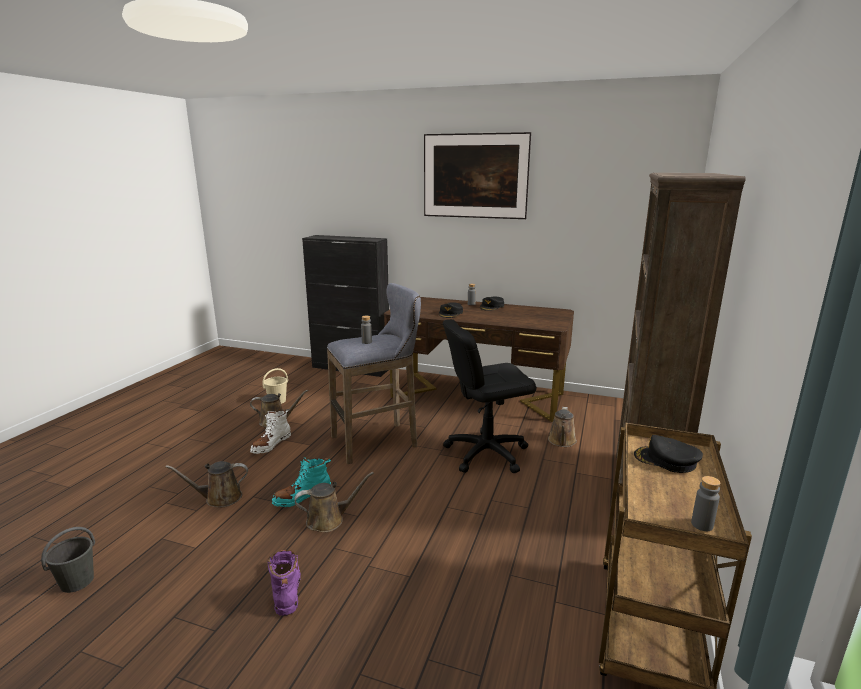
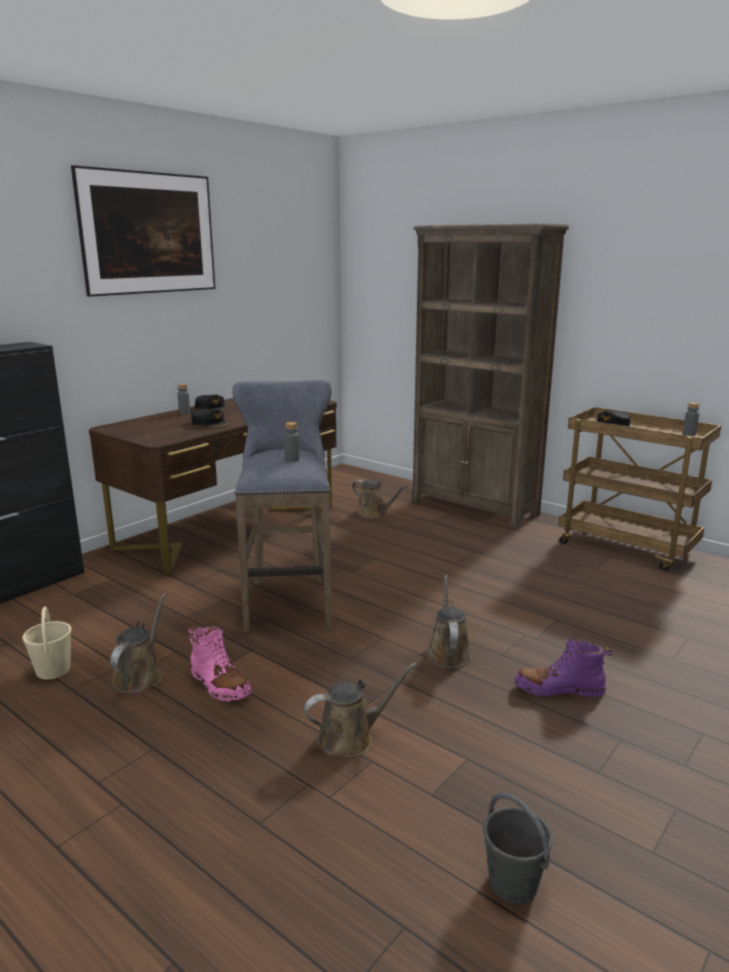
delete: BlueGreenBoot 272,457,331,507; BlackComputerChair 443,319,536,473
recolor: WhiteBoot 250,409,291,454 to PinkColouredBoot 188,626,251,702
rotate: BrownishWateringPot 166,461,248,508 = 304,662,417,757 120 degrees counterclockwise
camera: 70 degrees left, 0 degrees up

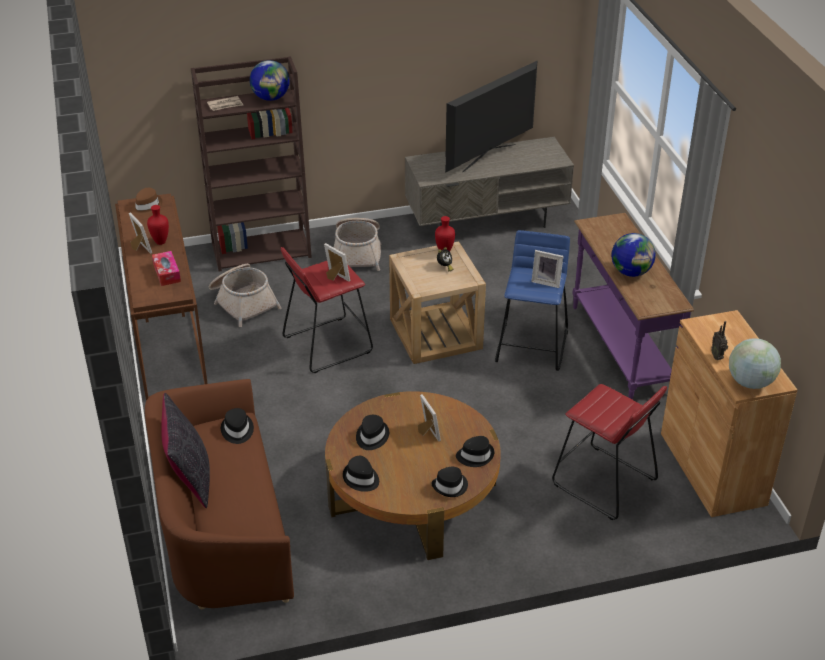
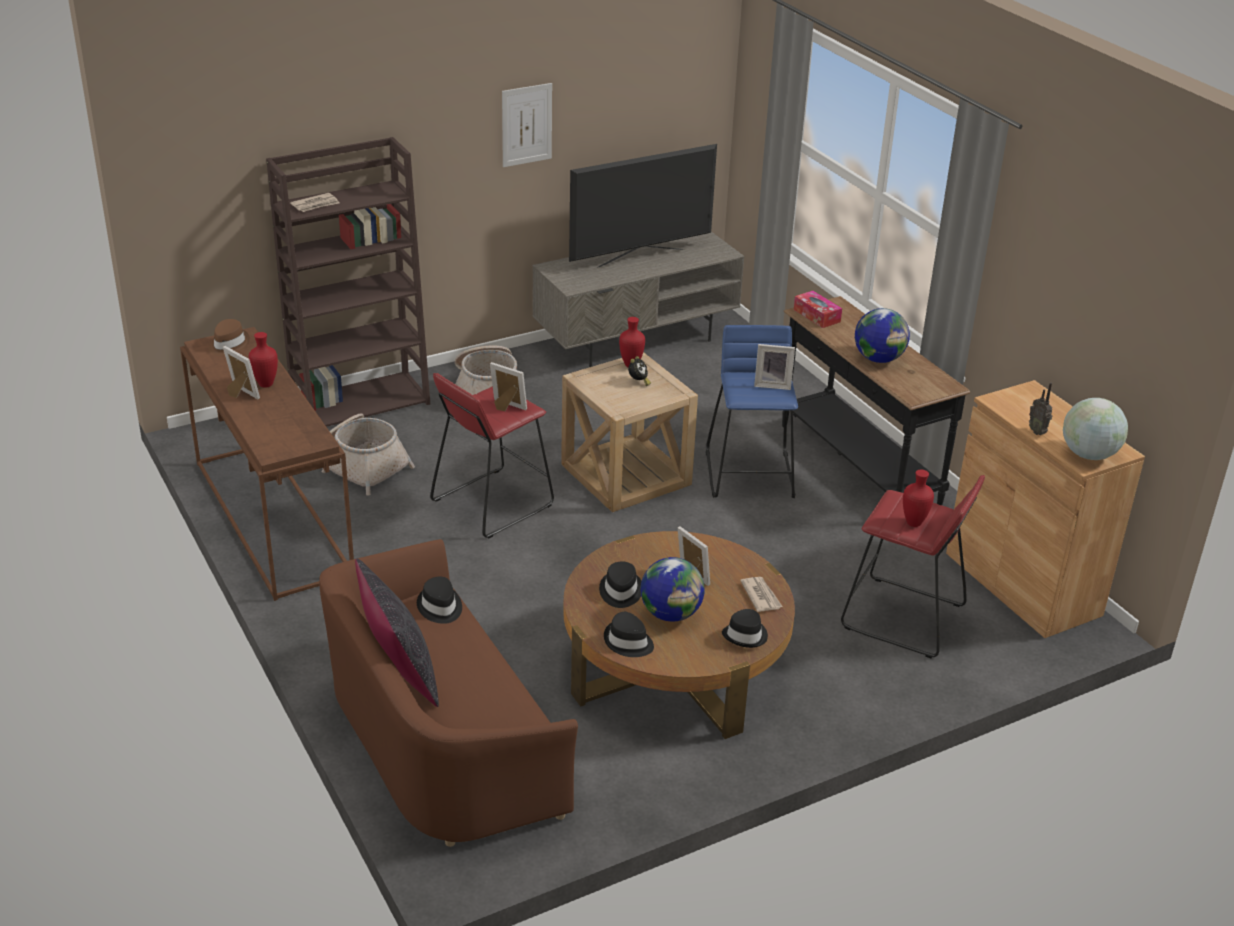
insert: WallArt 502,83,552,167; RedColouredFlowerVase 903,469,934,527
move: BoxOfTissues 152,251,181,286 to 794,291,842,328; WorldGlobe 250,60,290,101 to 641,557,705,621
replace: BlackHat 456,436,494,467 to Newspaper 740,577,783,612
recolor: PurplishNarrowTable 573,213,694,400 to BlackNarrowTable 782,296,970,505
rotate: Tv 445,60,538,173 = 569,144,717,268 150 degrees counterclockwise
camera: 15 degrees left, 5 degrees down

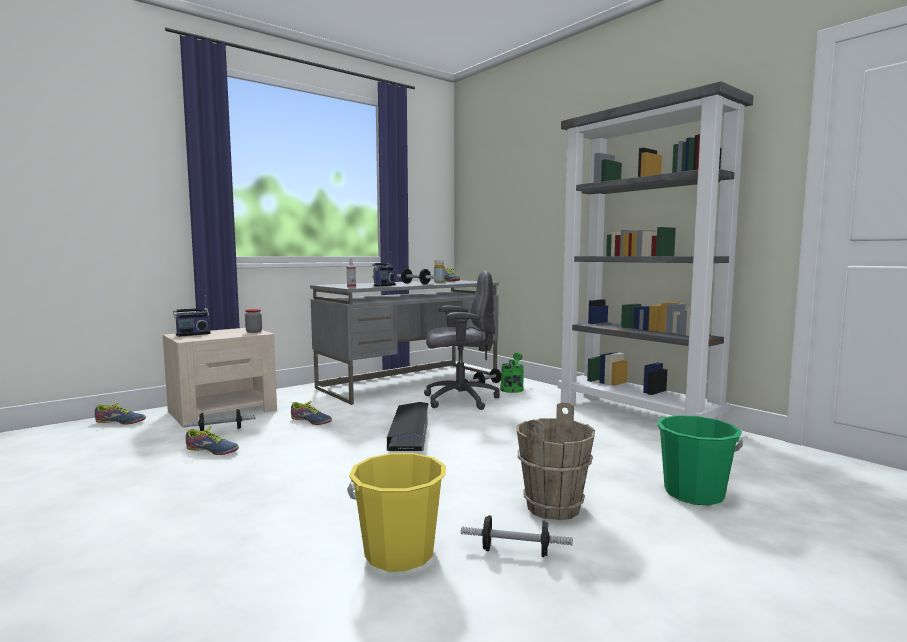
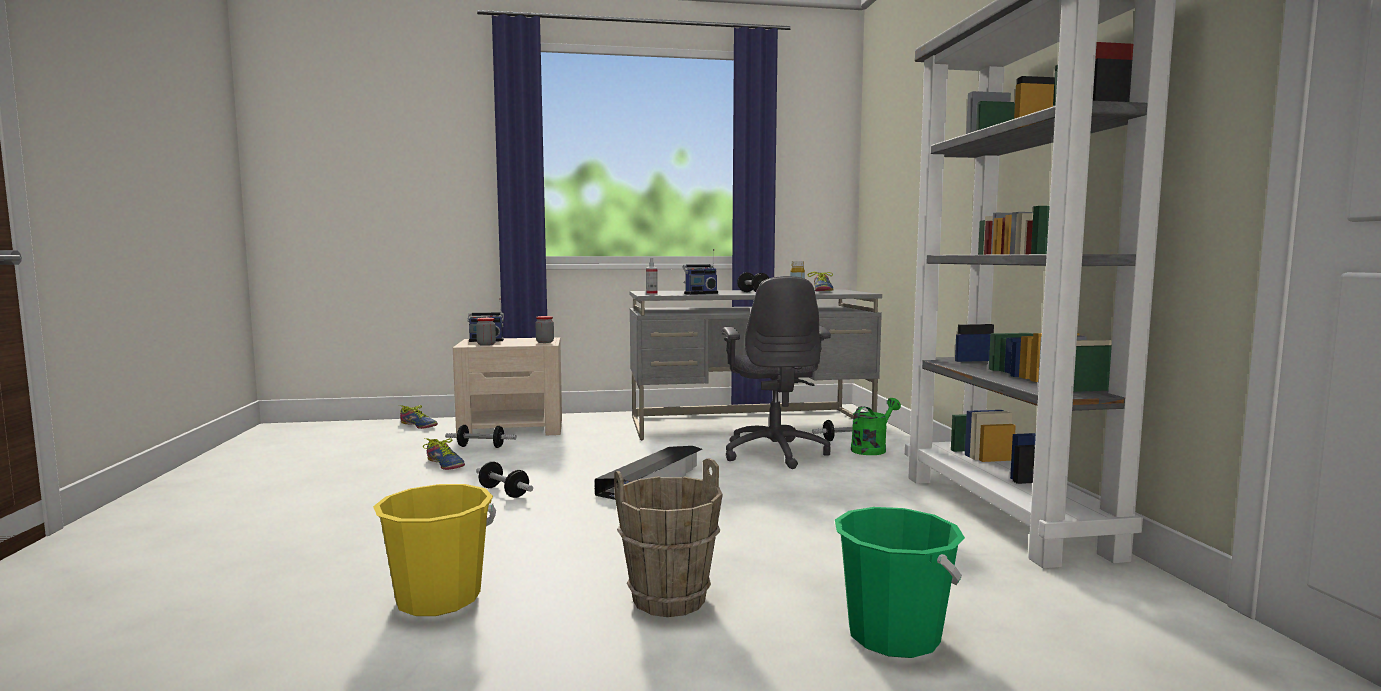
delete: ItemOfFootwear 291,401,332,425
insert: StorageJar 476,318,496,346
move: Dumbbell 461,515,573,557 to 476,461,533,498
rotate: GreyishComputerChair 424,270,500,410 = 722,276,831,469 60 degrees clockwise
camera: 30 degrees right, 0 degrees up

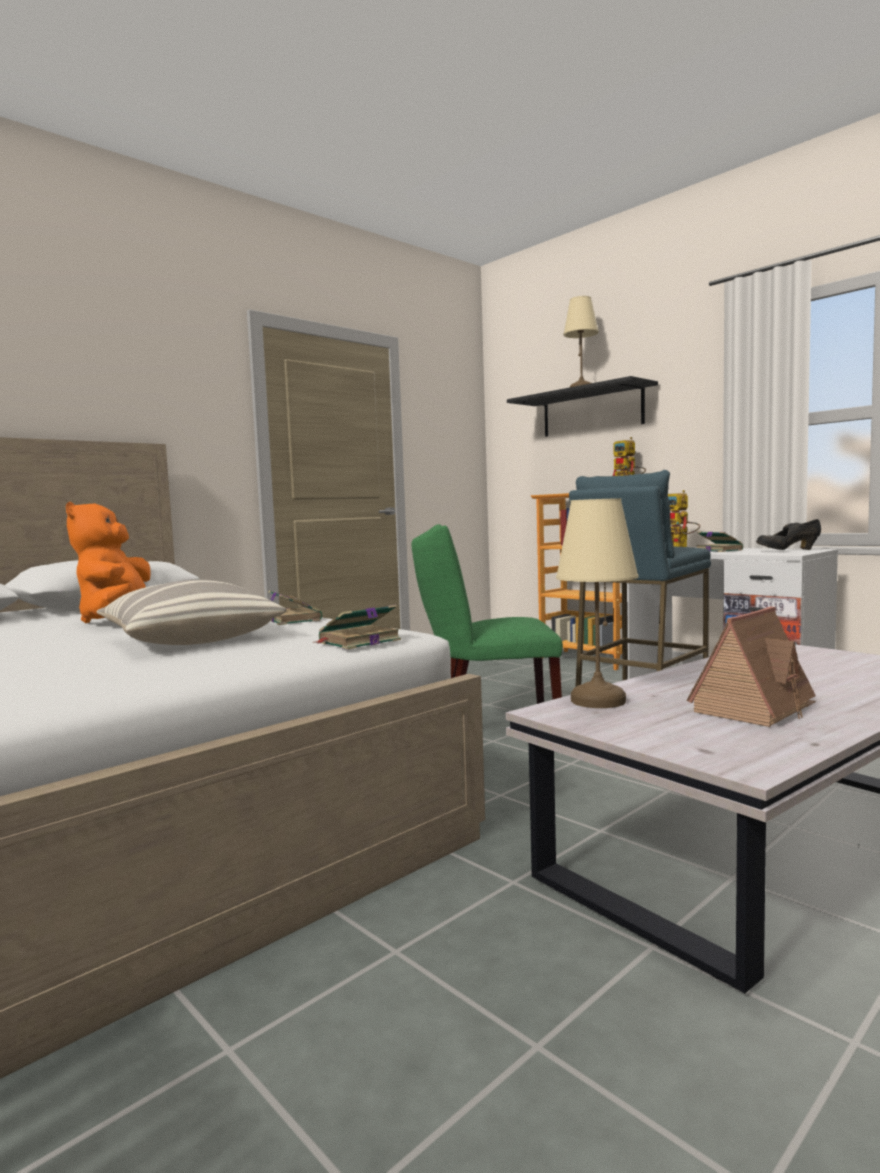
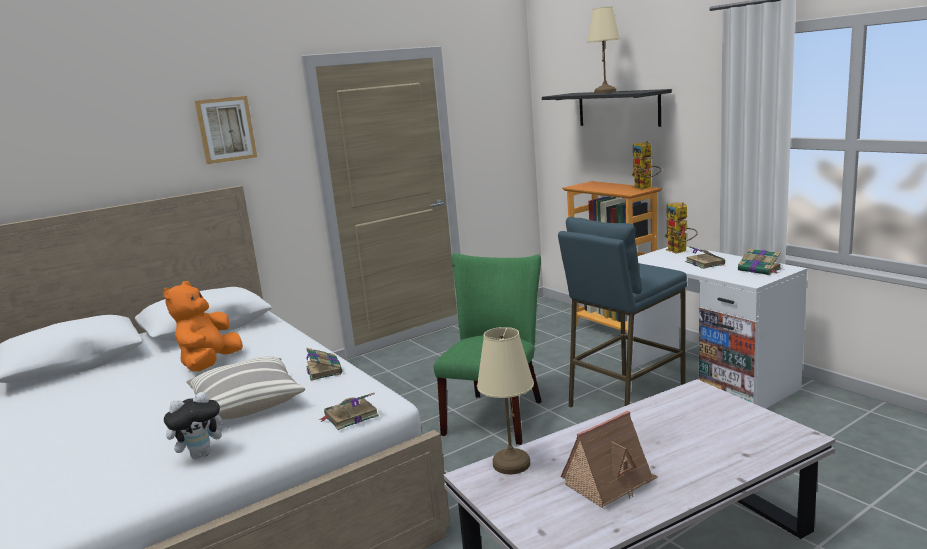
insert: CuddlyToy 164,392,230,459; WallArt 195,96,257,164
replace: BlackItemOfFootwear 756,519,821,550 to Volume 738,248,781,275
rotate: GreenColouredChair 412,524,563,704 = 434,253,542,445 105 degrees clockwise
camera: 10 degrees right, 10 degrees up

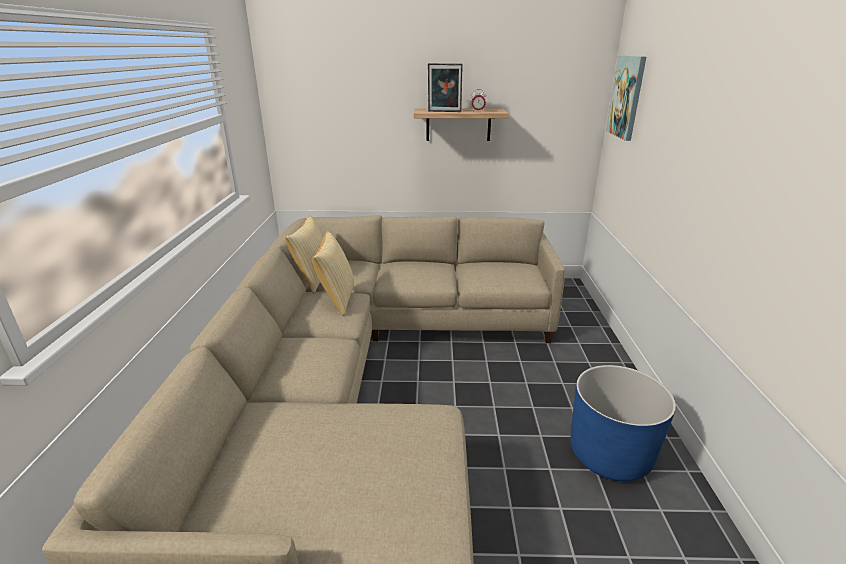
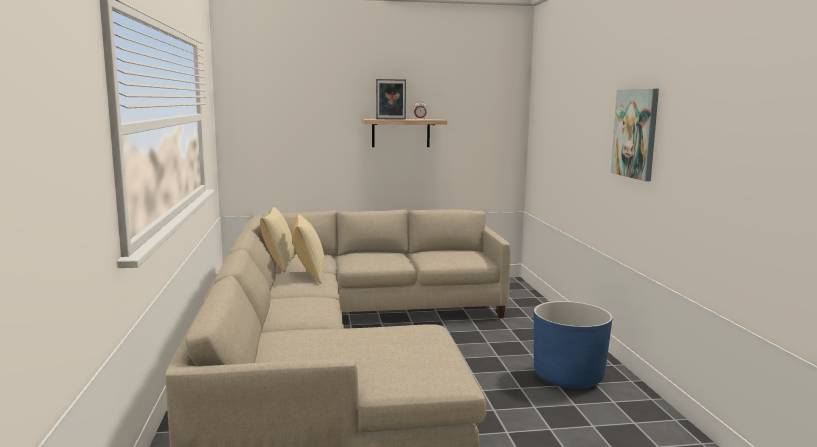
move: WallArt 606,56,646,141 to 611,89,659,181
camera: 10 degrees left, 15 degrees down

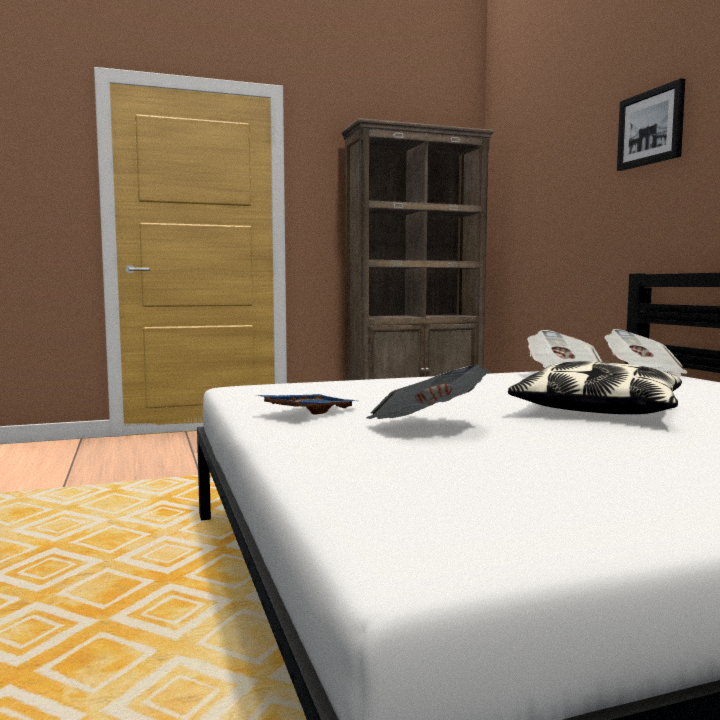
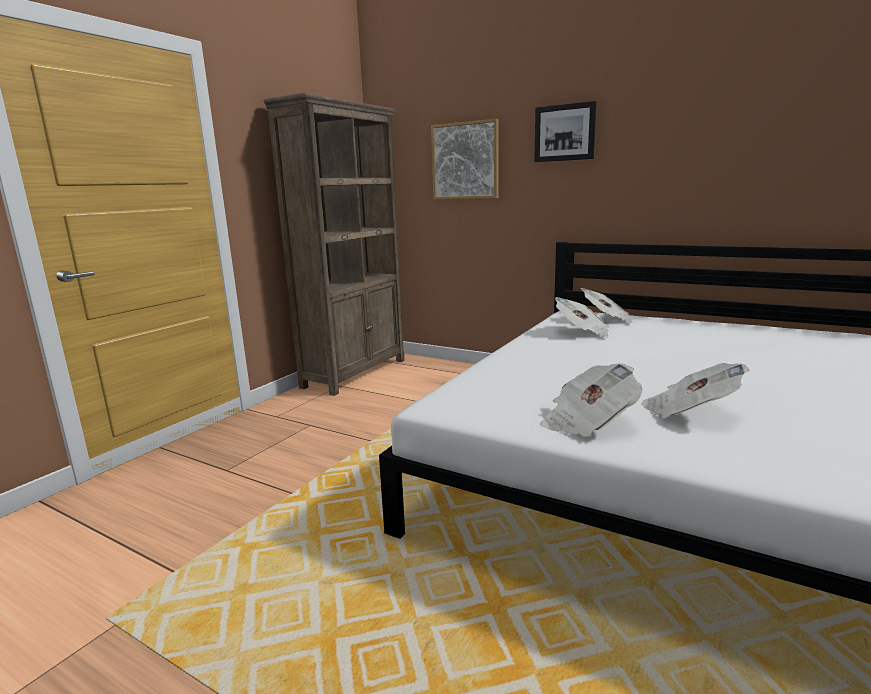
delete: Pillow 508,361,682,414
insert: WallArt 431,119,499,199
replace: BlueColouredServingTray 258,394,357,415 to Newspaper 541,364,643,437
camera: 40 degrees left, 10 degrees up

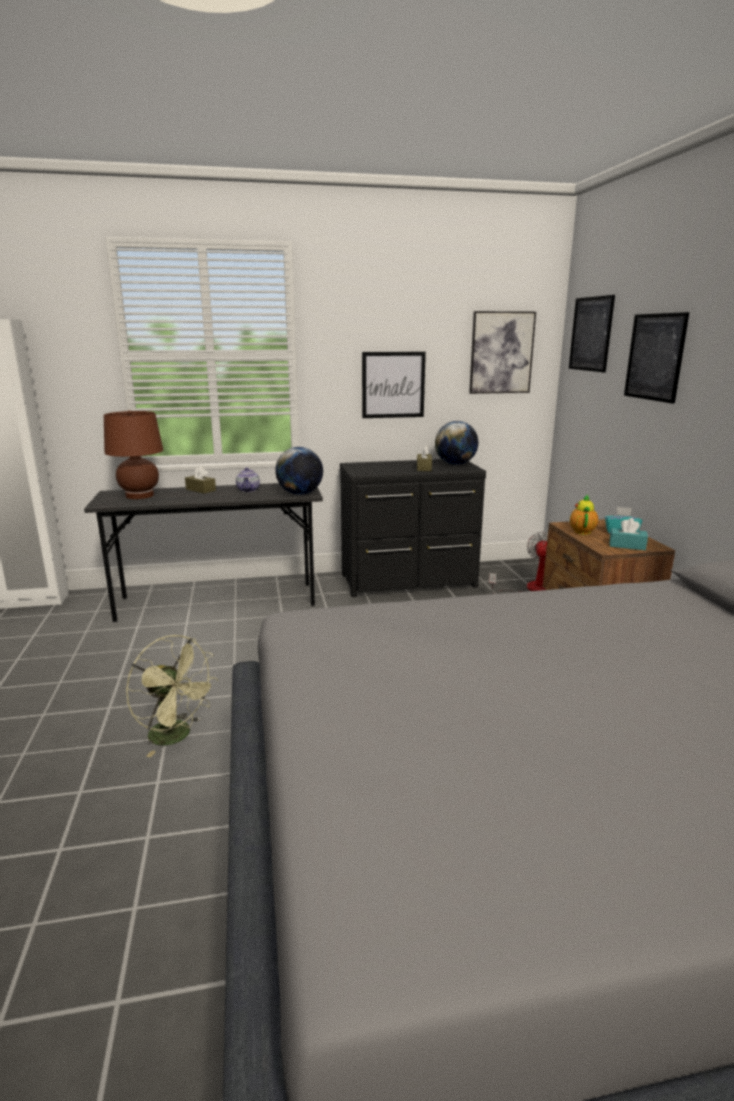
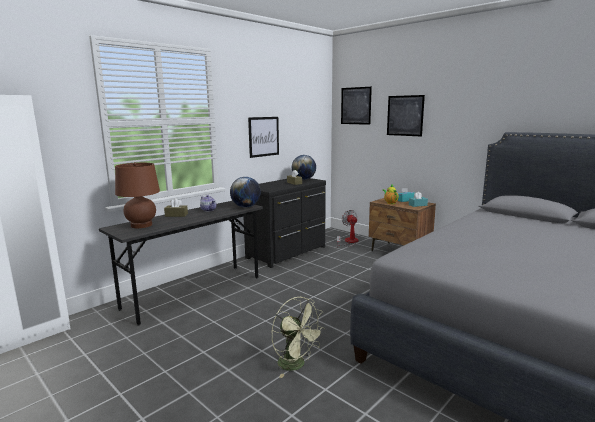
delete: WallArt 469,311,536,394
rotate: GreenColouredElectricFan 126,635,218,757 = 271,297,325,378 45 degrees clockwise
camera: 35 degrees left, 5 degrees down

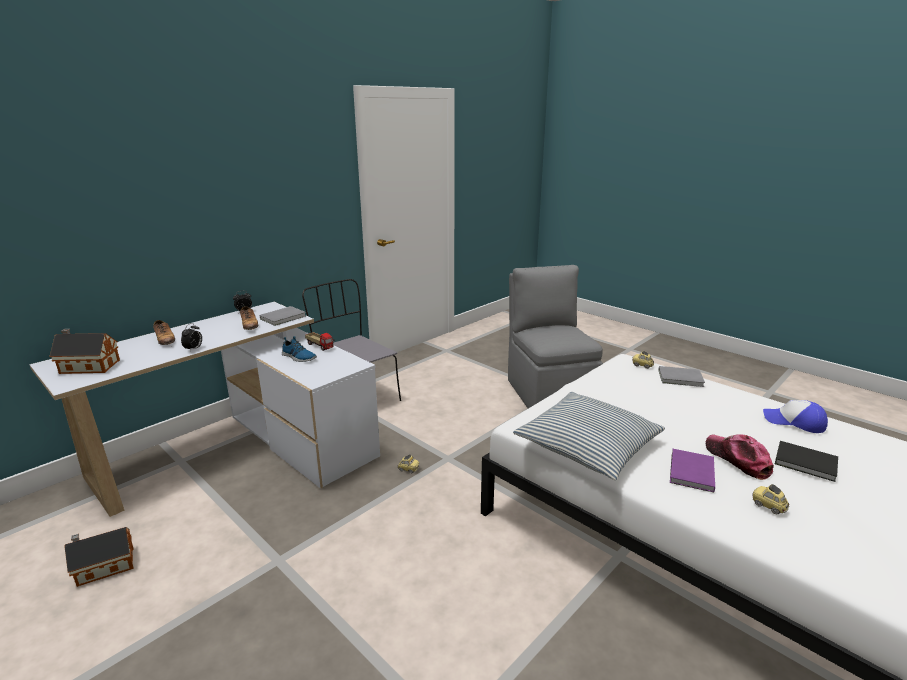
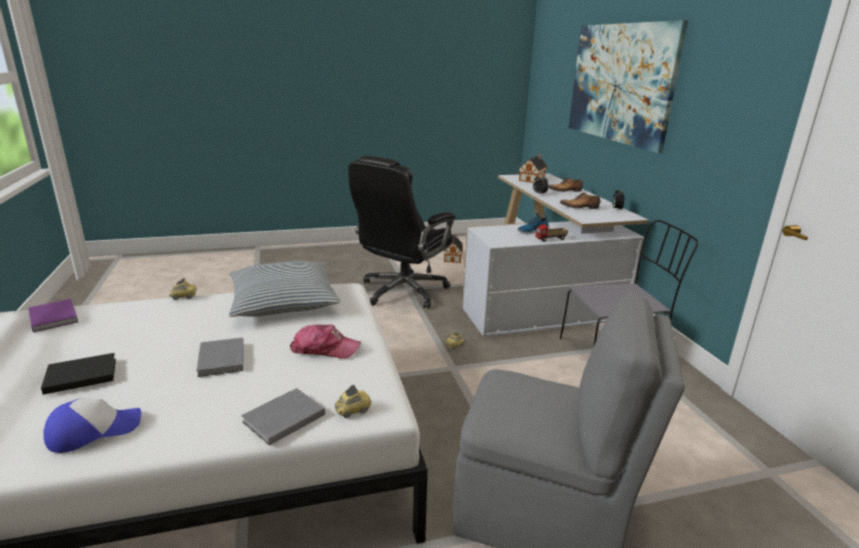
insert: BlackComputerChair 348,156,456,309; WallArt 568,20,688,153
move: GreyishVolume 259,306,306,326 to 196,337,244,377; PurplishVolume 670,449,715,492 to 28,299,78,332; PeakedCap 706,434,774,480 to 290,324,361,359; ModelCar 752,484,789,514 to 170,278,196,300
camera: 120 degrees right, 0 degrees up

